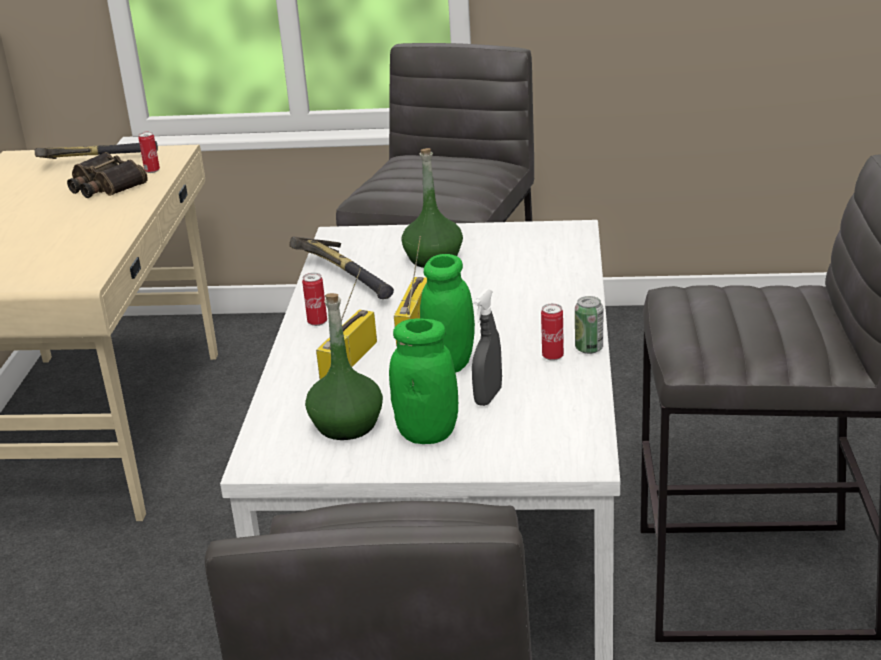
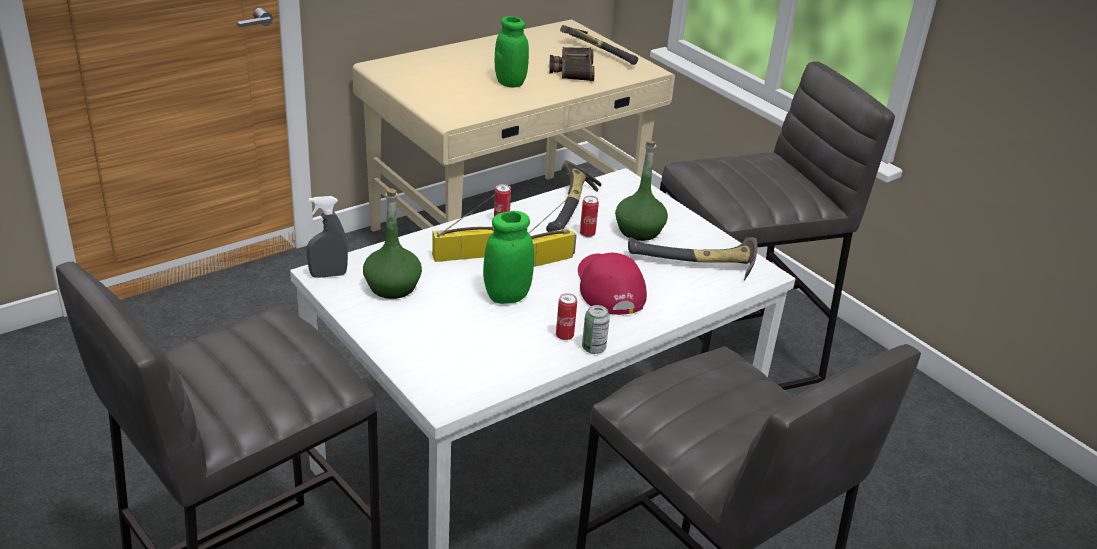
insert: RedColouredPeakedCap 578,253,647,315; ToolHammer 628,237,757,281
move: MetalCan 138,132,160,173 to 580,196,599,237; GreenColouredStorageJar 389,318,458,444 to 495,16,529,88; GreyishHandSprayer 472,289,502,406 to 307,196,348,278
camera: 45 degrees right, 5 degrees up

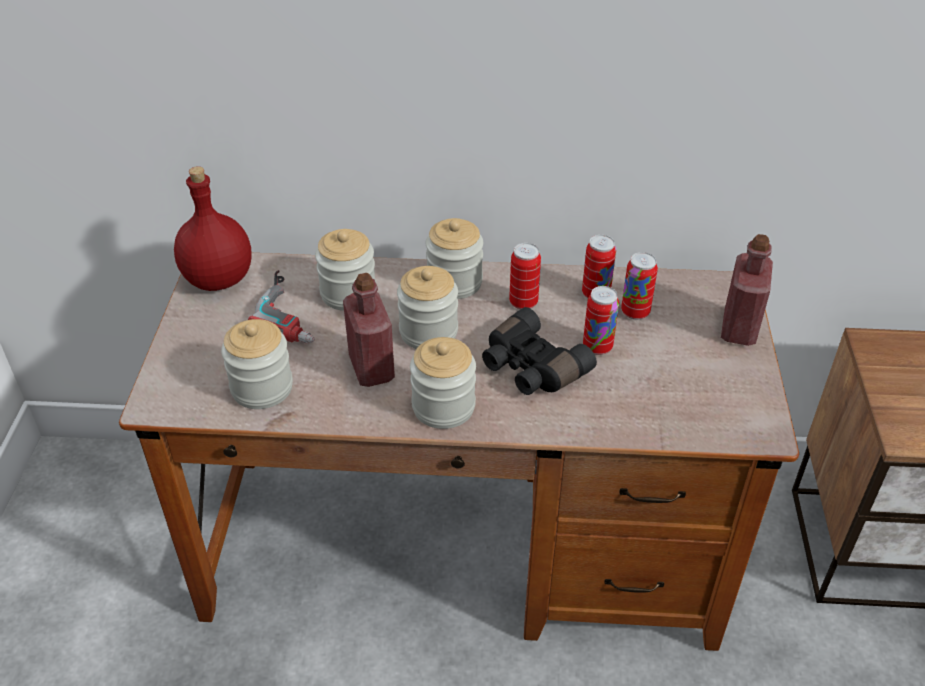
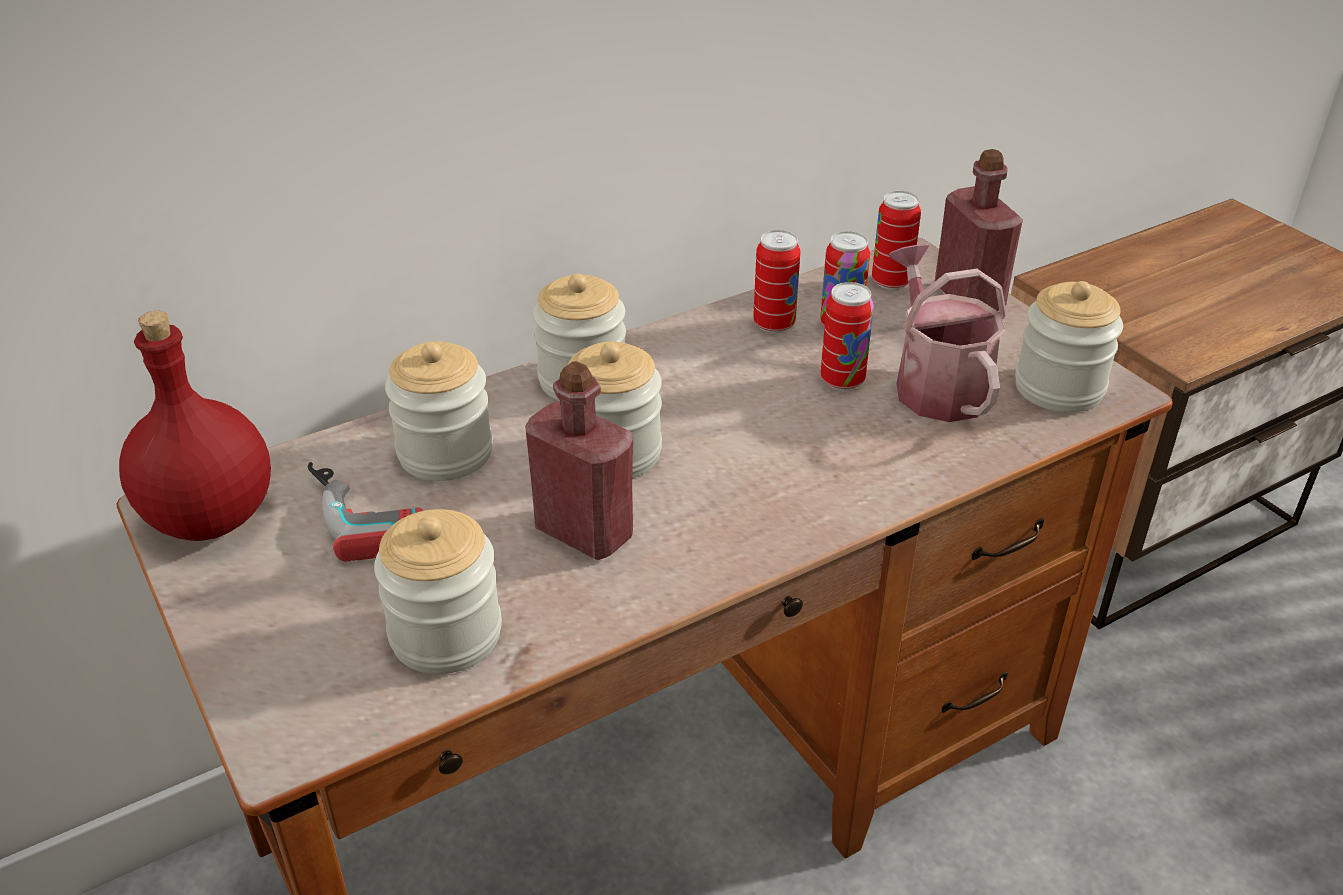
delete: BlackFieldGlasses 482,307,597,395
insert: WateringPot 889,244,1007,422
move: StorageJar 410,337,476,429 to 1015,281,1123,412; MetalCan 509,243,541,310 to 872,191,921,290
camera: 35 degrees left, 5 degrees down

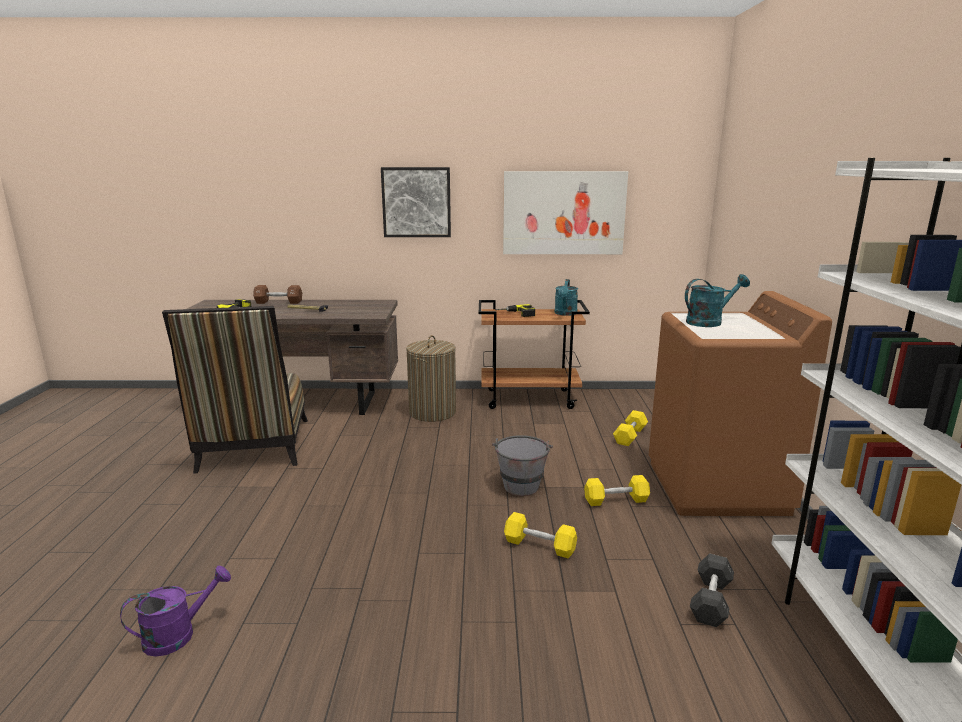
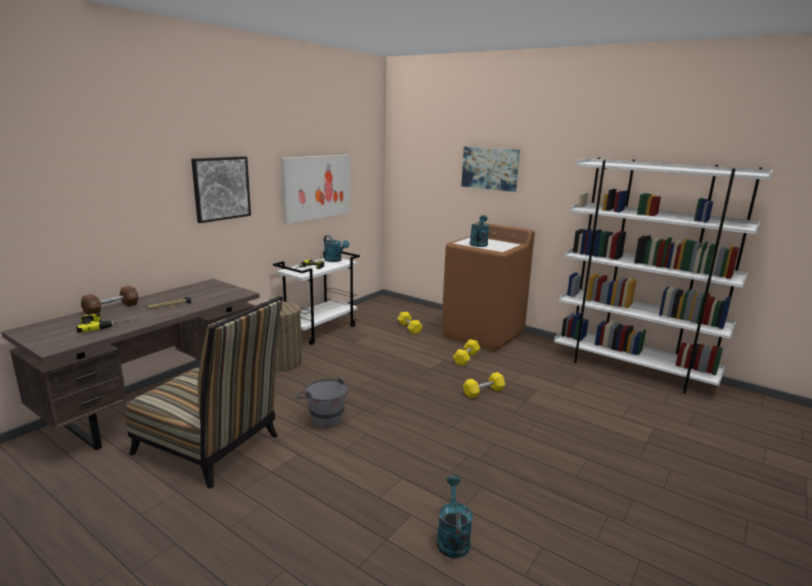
delete: GreyishDumbbell 690,553,734,627
insert: WallArt 461,147,520,192
move: GreyishBucket 492,435,553,496 to 295,376,349,428
recolor: PurplishWateringPot 120,566,231,657 to BlueGreenWateringPot 437,476,473,558; BrownishCart 479,300,590,409 to WhiteCart 273,251,360,345
camera: 55 degrees left, 0 degrees up

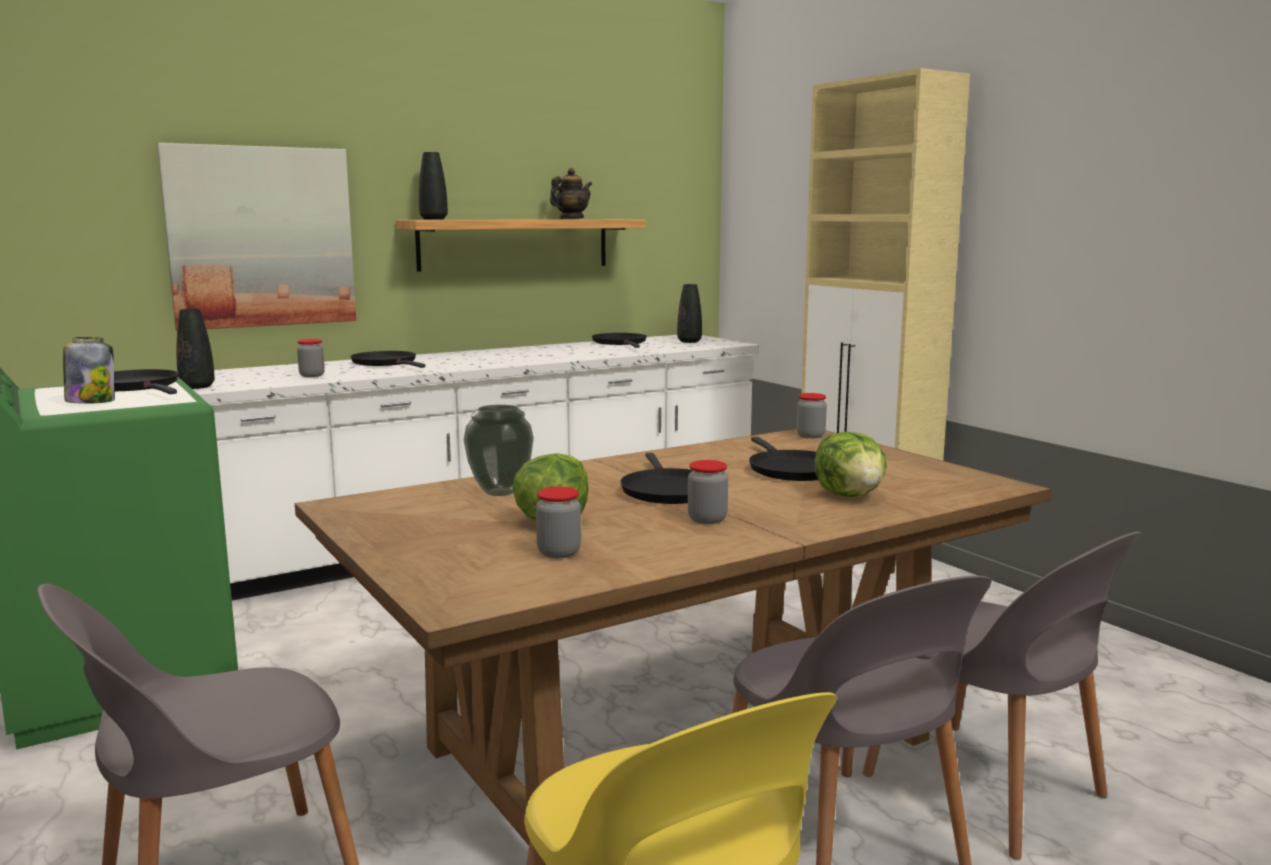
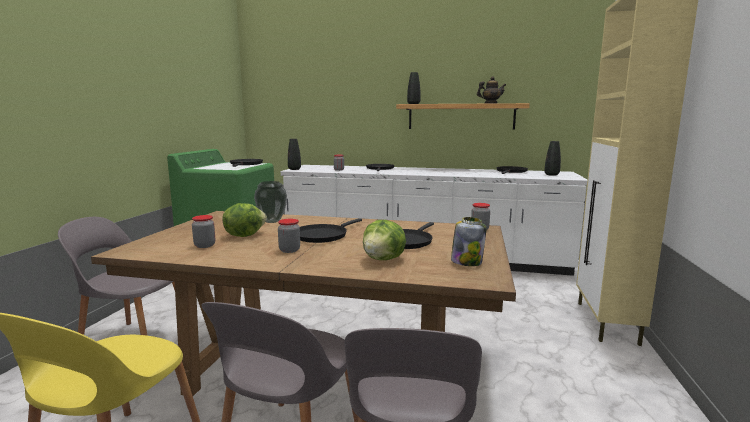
delete: WallArt 157,143,356,331
move: StorageJar 63,337,115,404 to 451,217,487,266
camera: 45 degrees right, 0 degrees up

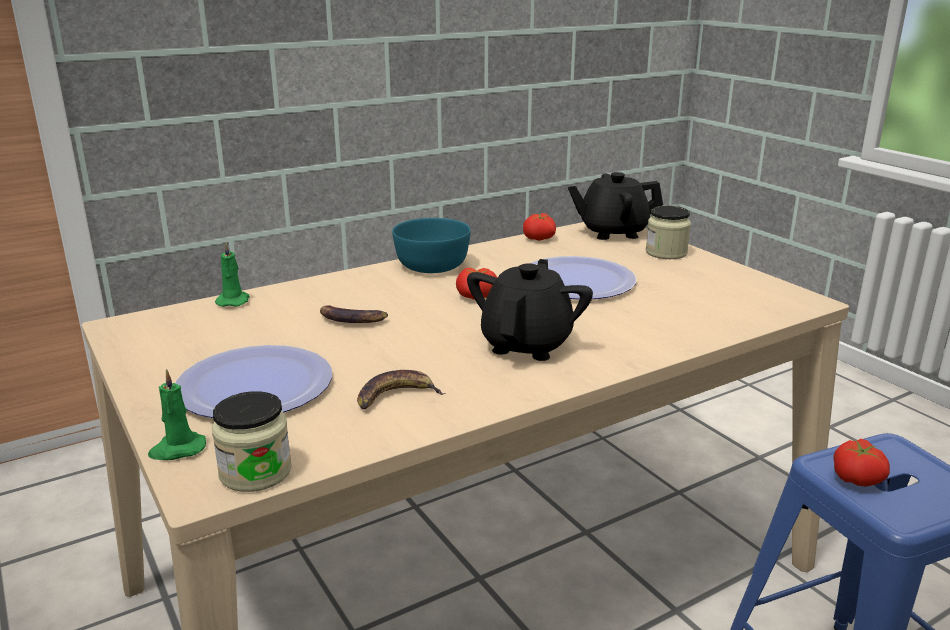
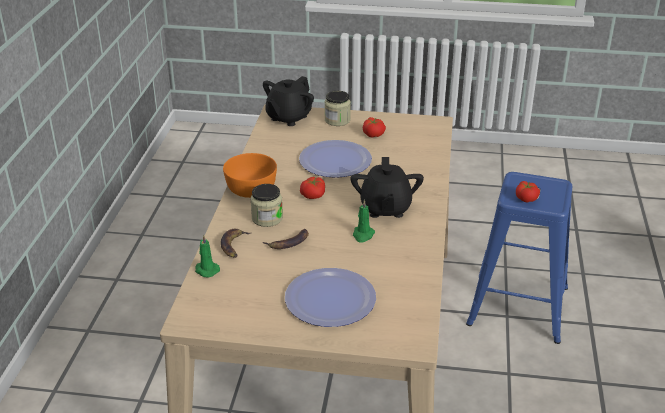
move: GreenColouredCandle 148,369,206,460 to 353,199,375,243; StorageJar 212,391,292,492 to 250,184,283,227; Banana 357,370,445,409 to 221,229,252,258; FreshTomato 523,213,556,241 to 363,117,386,138
recolor: BlueGreenDeepDish 392,218,471,273 to OrangeColouredDeepDish 223,153,277,198
rotate: BlackPotForTea 467,259,593,361 = 350,157,424,218 150 degrees counterclockwise
camera: 50 degrees left, 10 degrees up

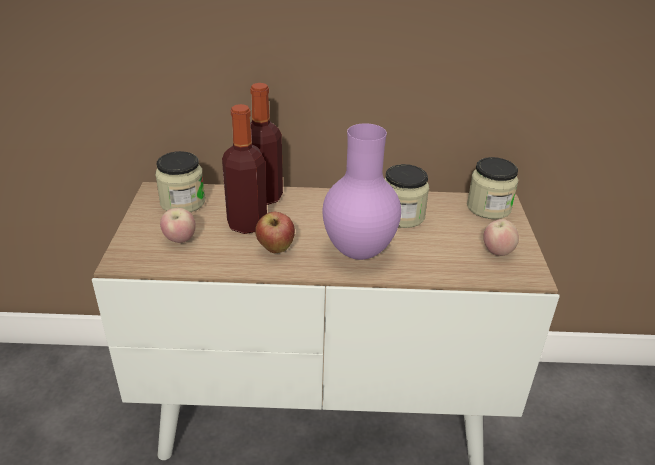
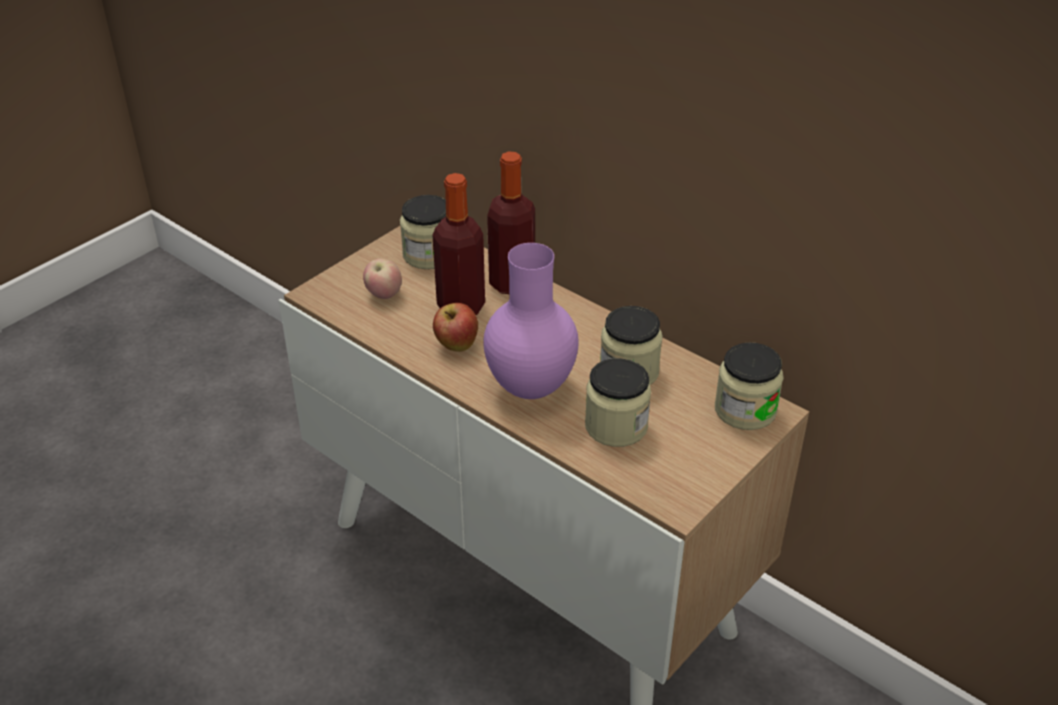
delete: WholeApple 483,219,519,256
insert: StorageJar 585,358,651,447
camera: 40 degrees right, 5 degrees up

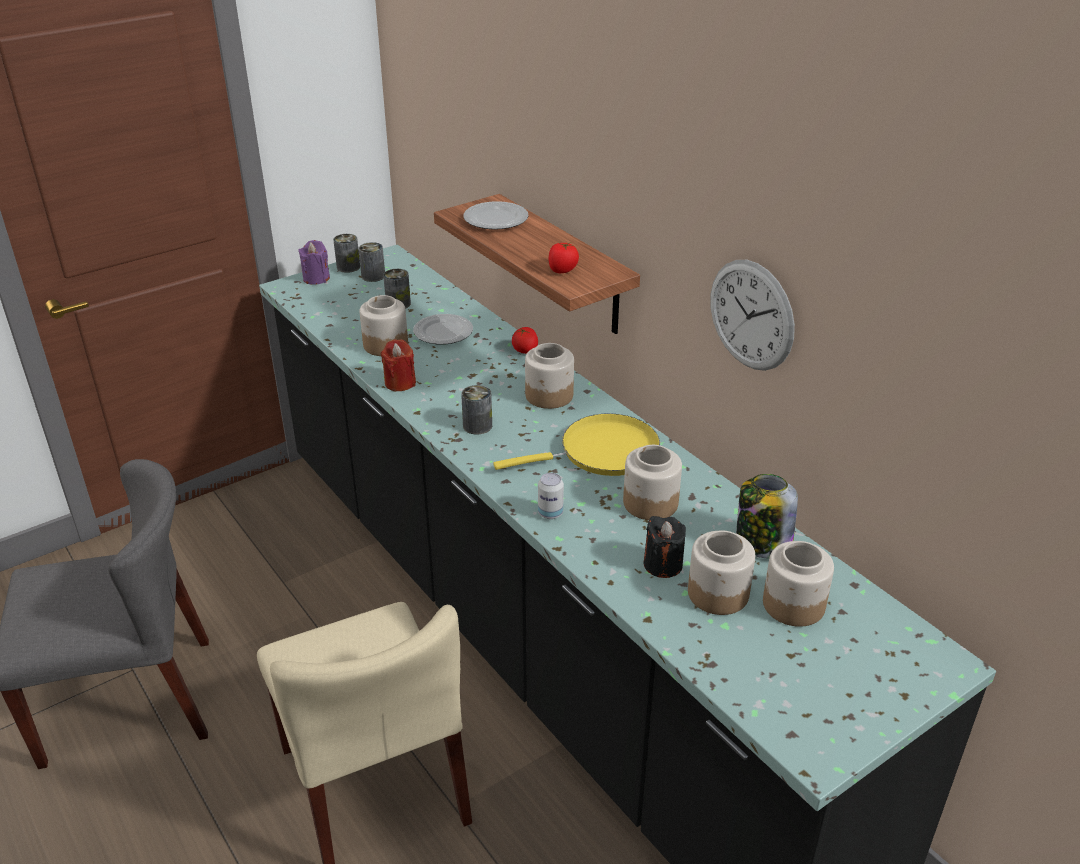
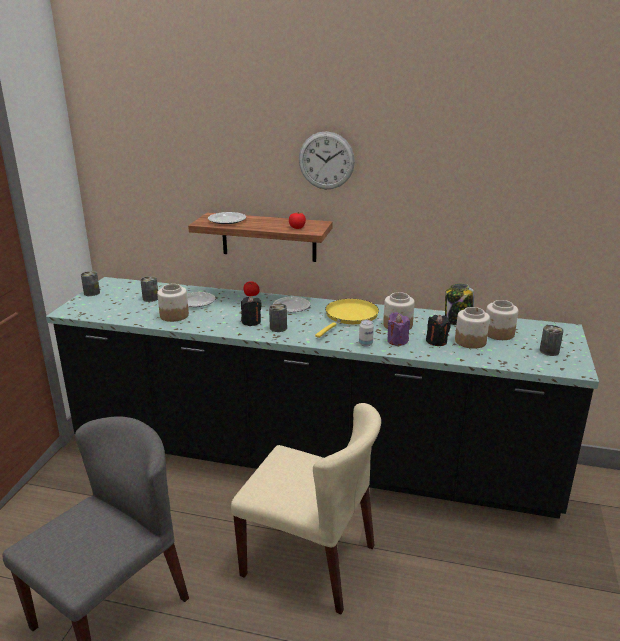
delete: RedColouredCandle 380,339,416,391
insert: BlackCandle 241,296,262,326
move: PurplishCandle 298,240,330,285 to 387,312,410,346; MetalCan 359,242,385,282 to 540,325,564,356; HangingClock 711,260,795,371 to 299,131,355,189
replace: StorageJar 525,343,574,409 to FlatDish 273,297,310,312
camera: 40 degrees left, 10 degrees down

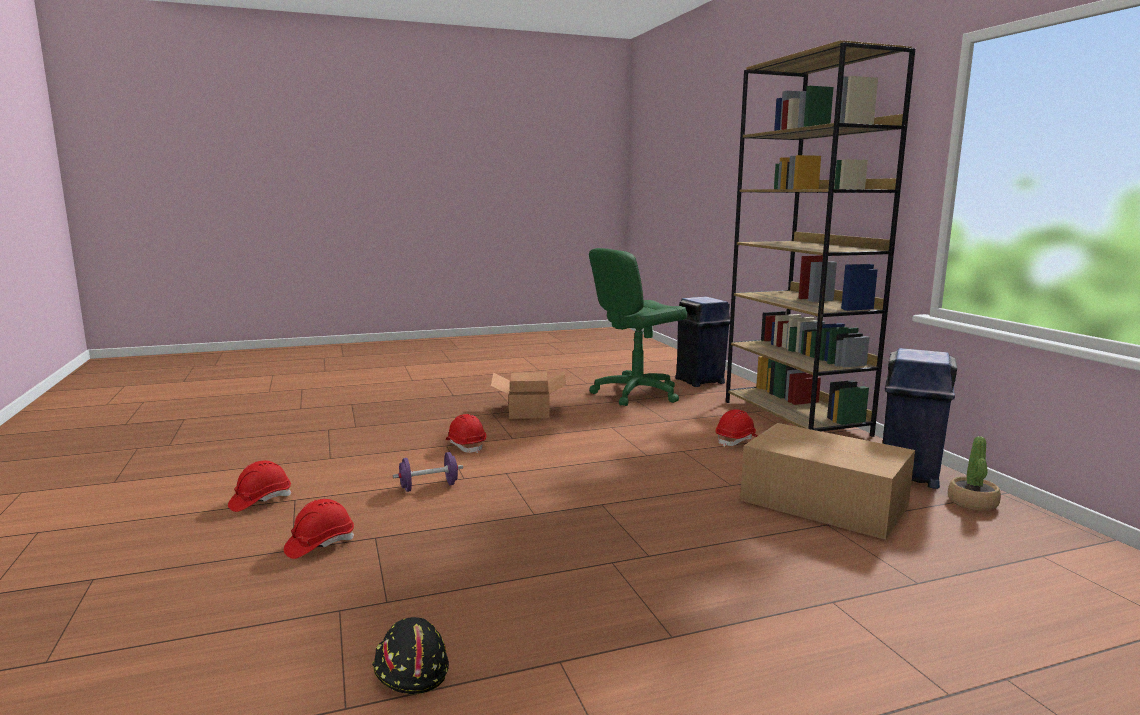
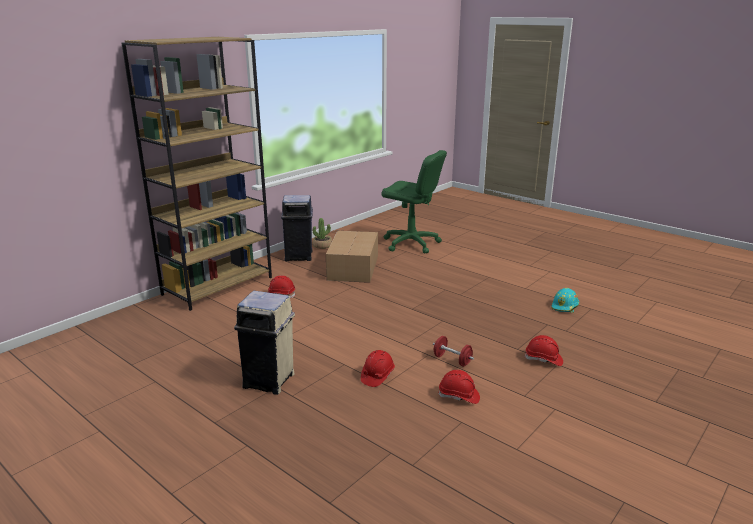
delete: BlueColouredTrashCan 675,297,730,387
move: RedColouredWorkHelmet 228,461,291,512 to 438,370,480,404; GreenColouredComputerChair 589,248,687,406 to 381,150,447,254
replace: PackingBox 491,371,567,419 to SandColouredTrashCan 234,291,295,395
recolor: BlackWorkHelmet 372,617,449,694 to BlueGreenWorkHelmet 551,288,579,313; PurplishDumbbell 393,452,463,492 to RedColouredDumbbell 433,336,474,367
camera: 120 degrees left, 10 degrees up

